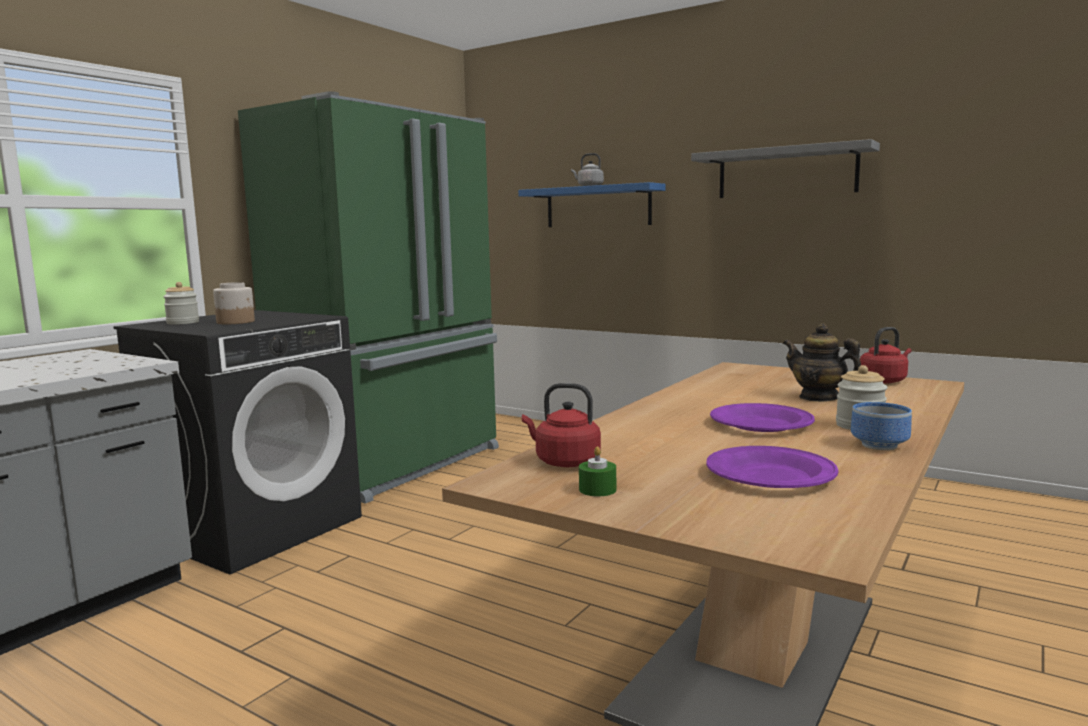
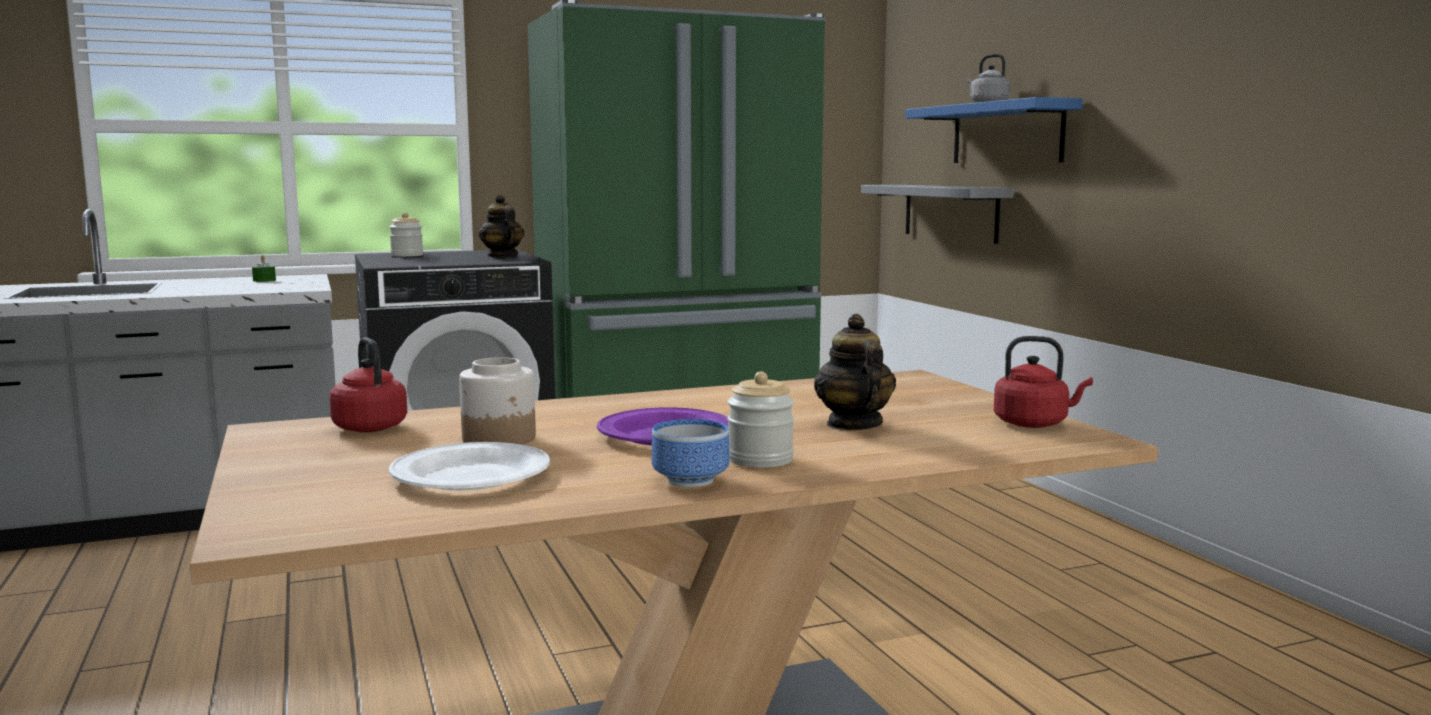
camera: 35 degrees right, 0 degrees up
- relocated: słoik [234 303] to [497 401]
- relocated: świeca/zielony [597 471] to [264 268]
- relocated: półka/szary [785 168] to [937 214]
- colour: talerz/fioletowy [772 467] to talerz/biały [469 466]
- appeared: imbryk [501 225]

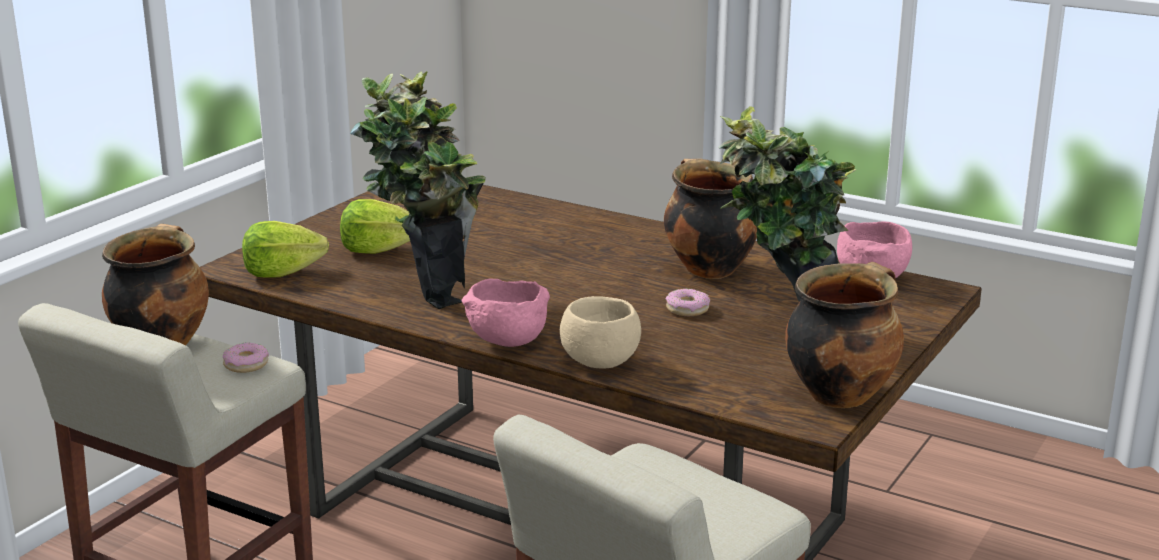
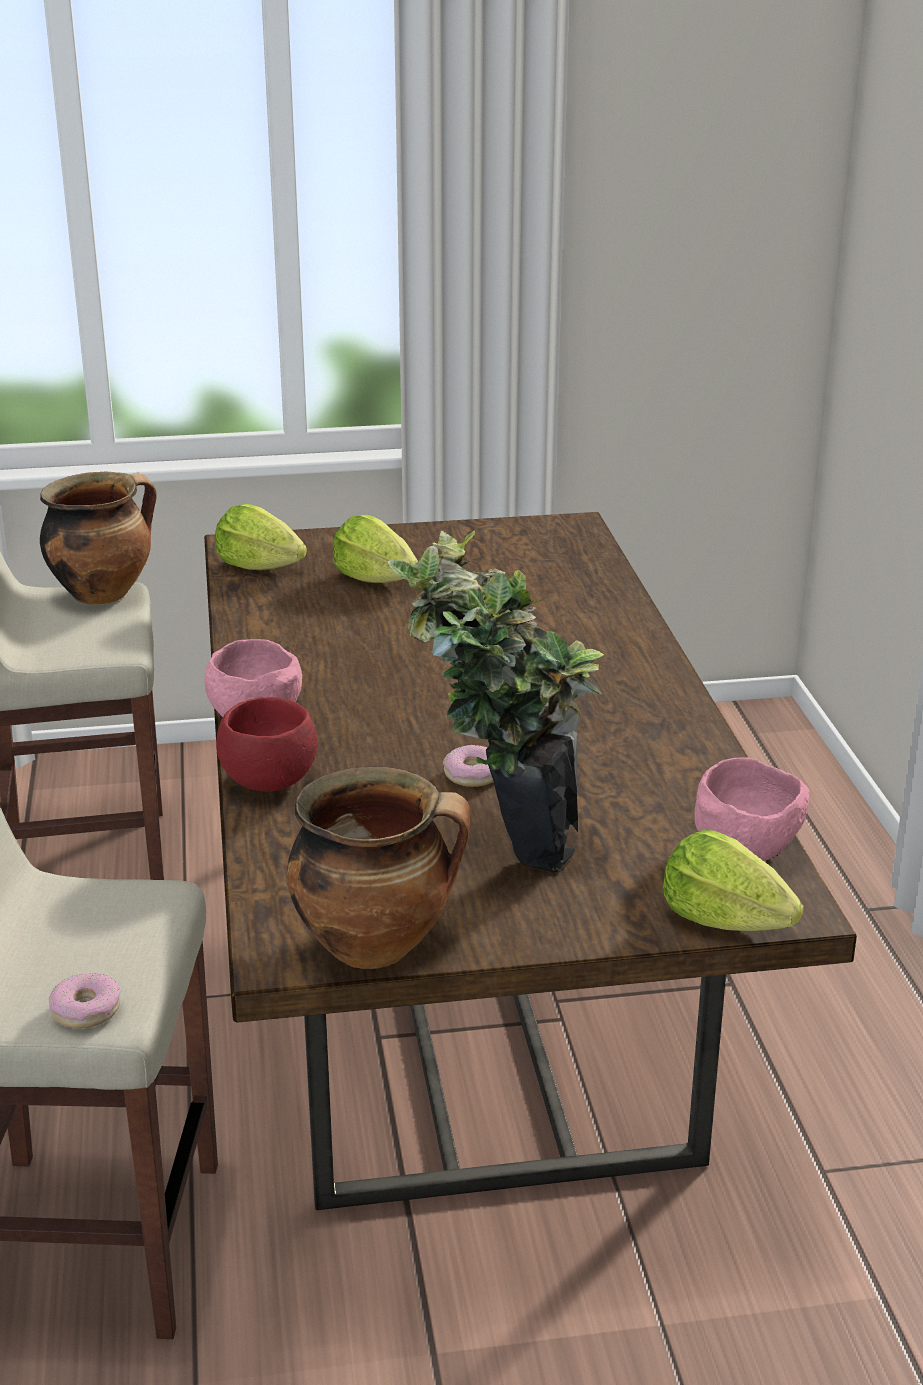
camera: 50 degrees right, 5 degrees up
- relocated: donut [246 358] to [84 1000]
- missing: roślina doniczkowa [418 190]
- colour: miska/beżowy [600 332] to miska/czerwony [267 744]
- missing: garnek [710 219]
- appeared: sałata [733 880]

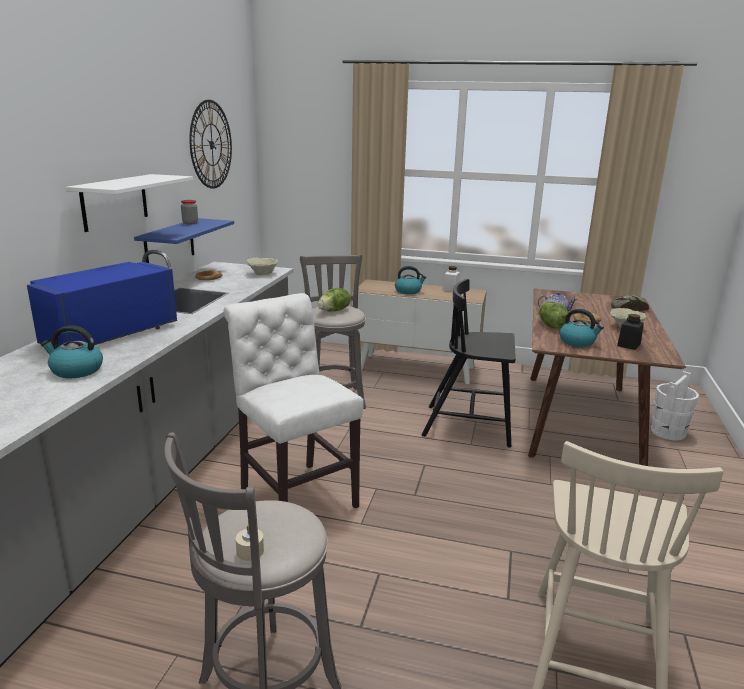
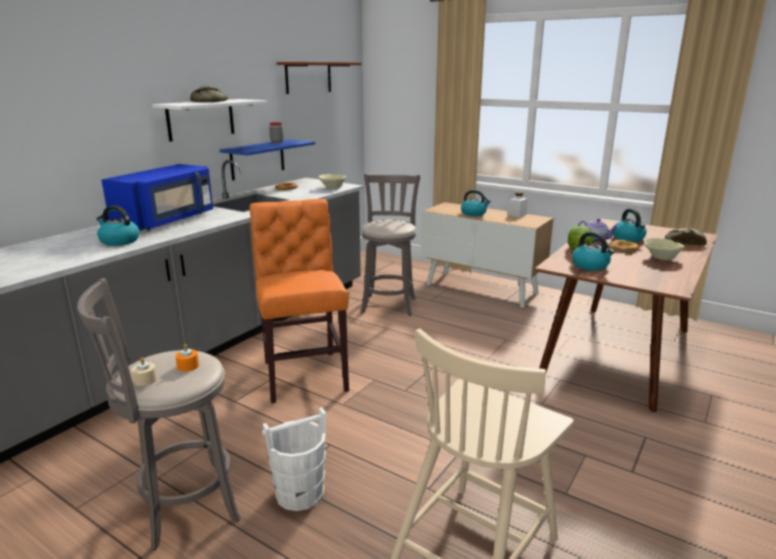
camera: 20 degrees right, 0 degrees up
- spun: mikrofalówka/niebieski [102 304] = [157 197] 150 degrees clockwise
- exchanged: zegar ścienny [210 144] to półka/brązowy [319 78]
- colour: krzesło/biały [293 400] to krzesło/pomarańczowy [299 301]
- missing: sałata [334 299]
- missing: krzesło/czarny [469 363]
- missing: słoik/czarny [630 332]
- relocated: wiadro/biały [675 406] to [294 459]
- appeared: świeca/pomarańczowy [187 358]
- appeared: chleb [209 94]
- appeared: czajnik [630 225]

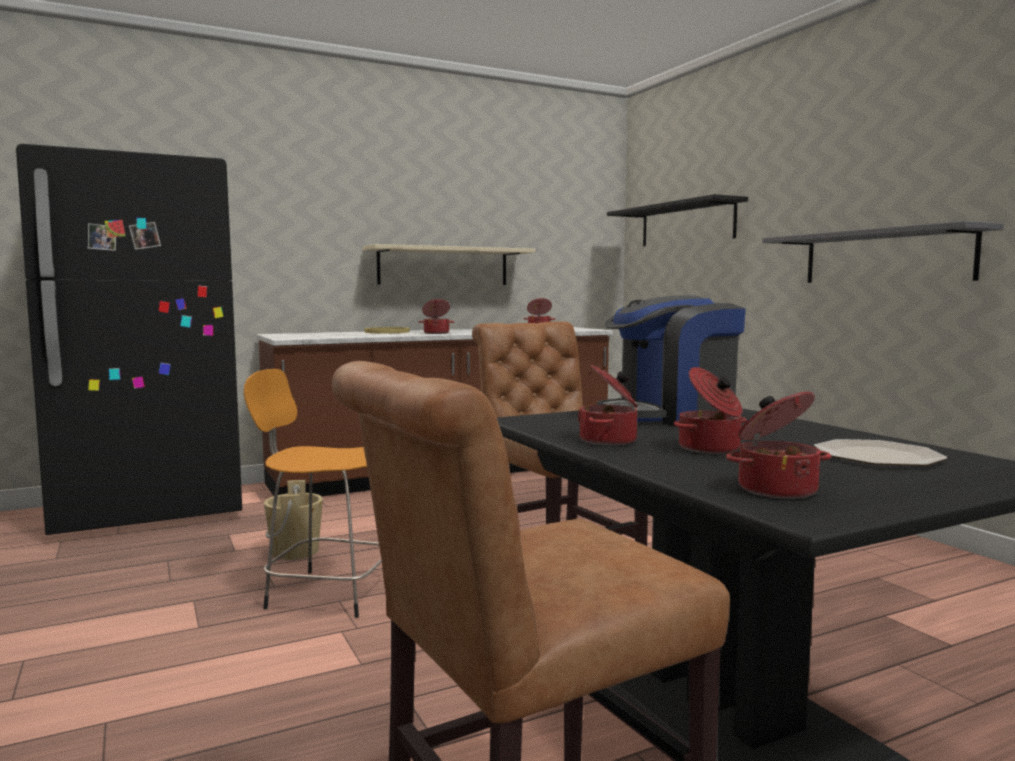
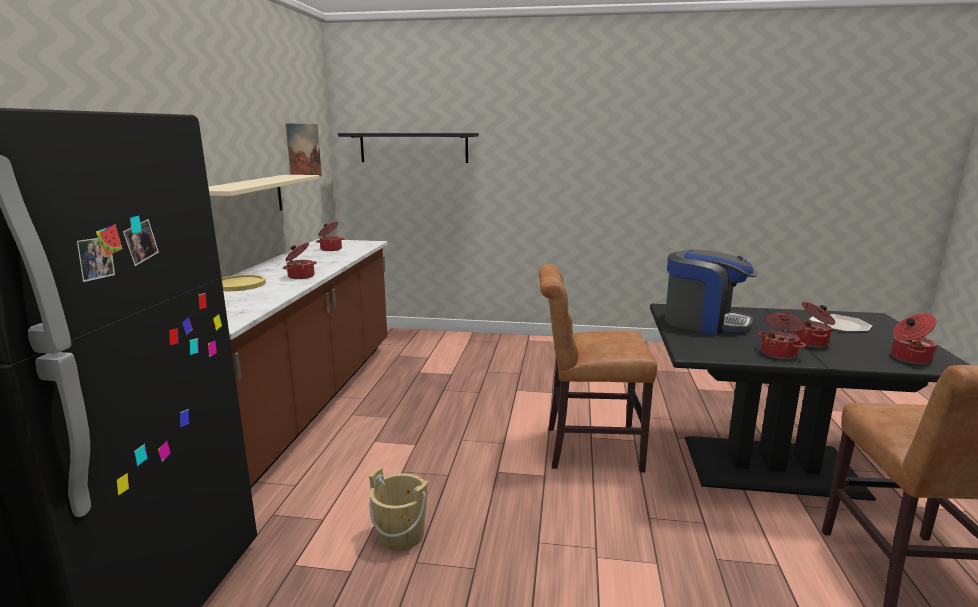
camera: 55 degrees left, 10 degrees up
- missing: stołek/pomarańczowy [313 493]
- spun: ekspres do kawy [671 360] = [711 292] 75 degrees counterclockwise
- missing: półka/szary [883 252]
- appeared: obraz [303 150]

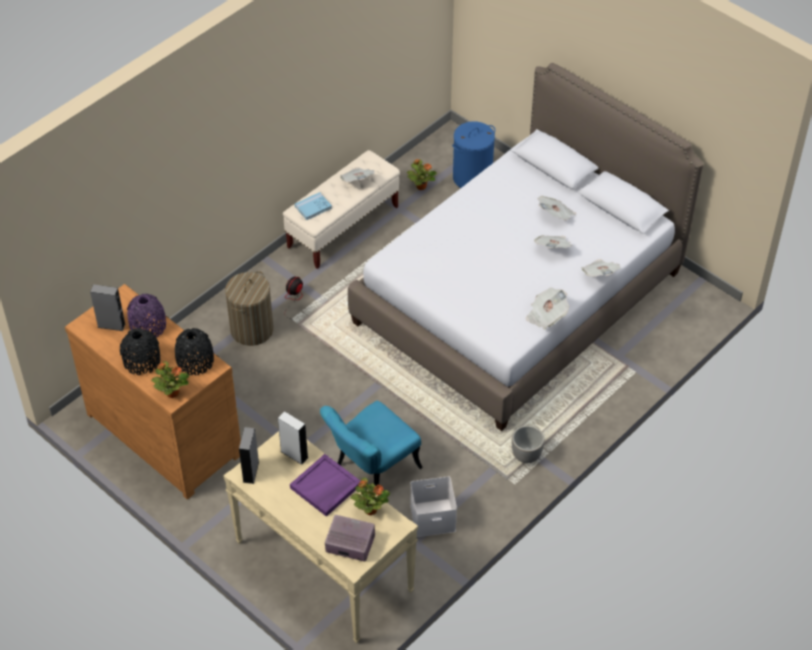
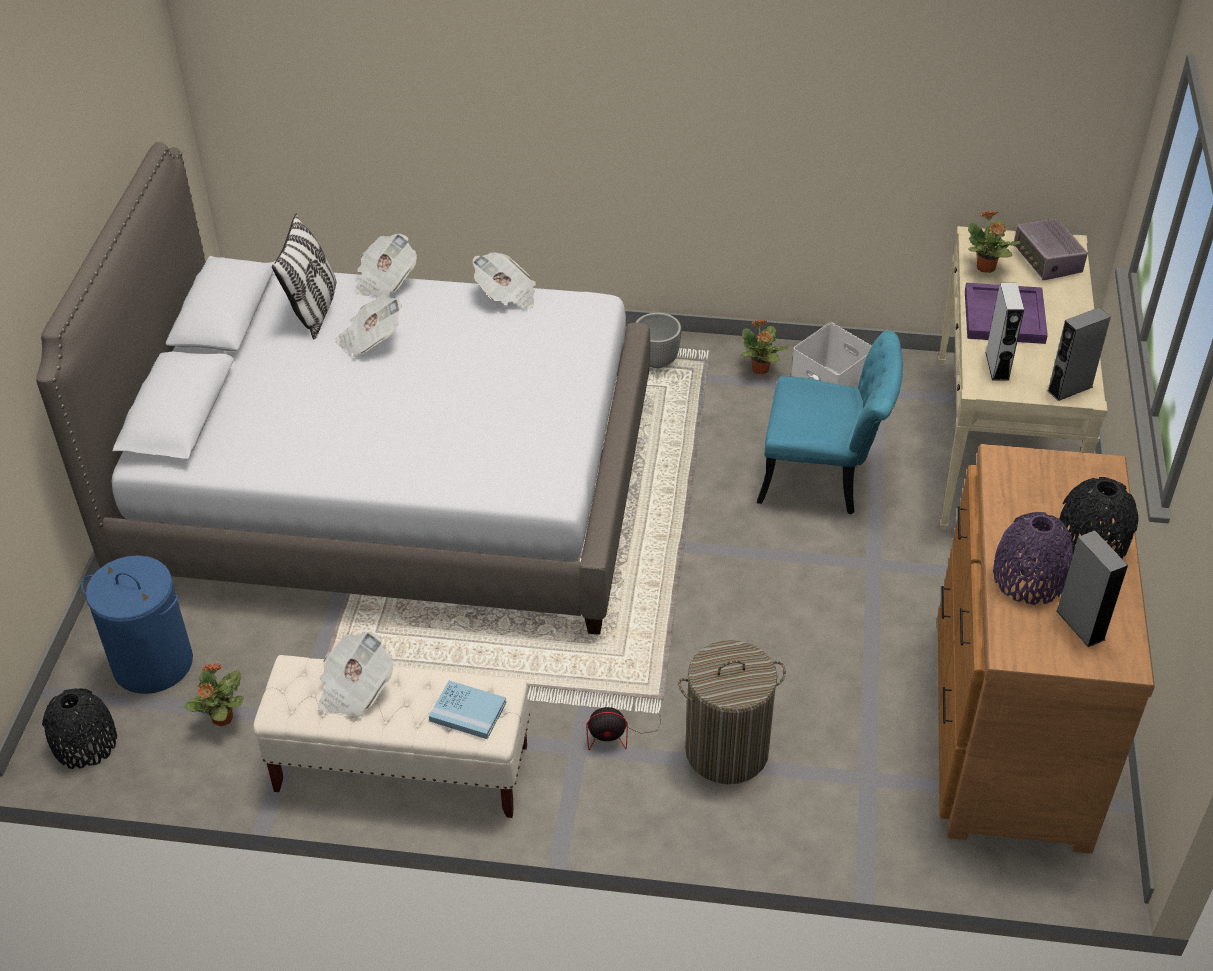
camera: 125 degrees left, 5 degrees down
- relocated: roślina doniczkowa [170 379] to [765 346]
- relocated: wazon/czarny [194 352] to [79 728]
- missing: gazeta [557 208]
- appeared: poduszka [304 276]

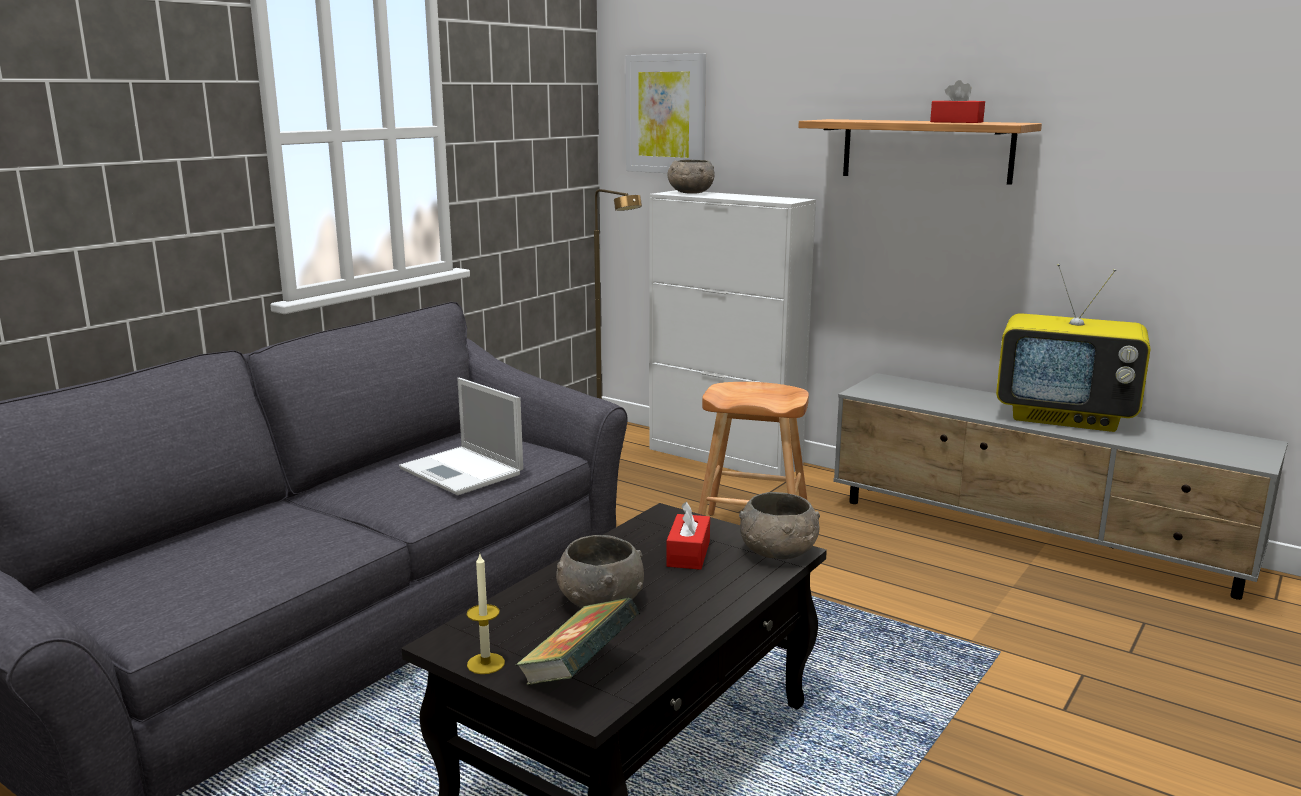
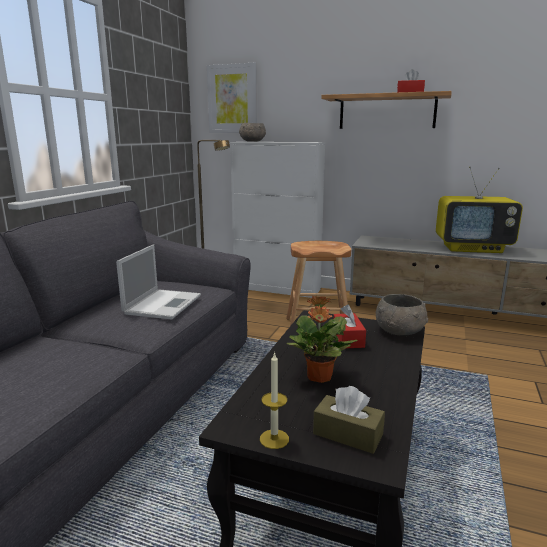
camera: 15 degrees left, 0 degrees up
- spun: laptop [461 436] = [158 282] 105 degrees counterclockwise
- exchanged: książka [577 641] to pudełko chusteczek/brązowy [349 420]
- exchanged: miska/szary [600 571] to roślina doniczkowa [322 339]

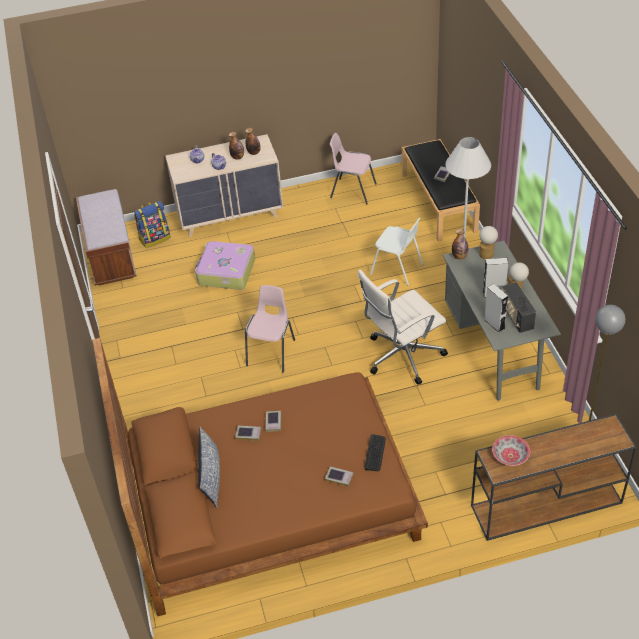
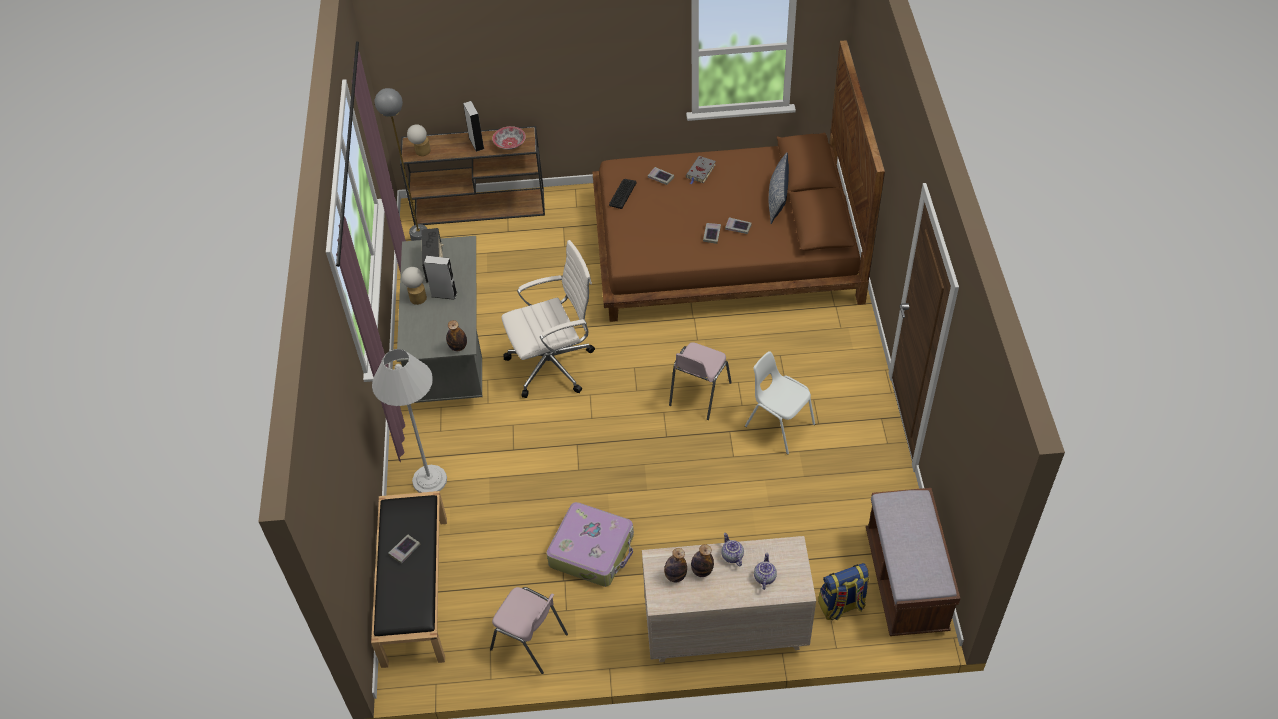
camera: 170 degrees left, 5 degrees up
- relocated: walizka [225 265] to [590 544]
- relocated: krzesło/biały [396 252] to [780 403]
- relocated: lampa stołowa [488 242] to [419 140]
- relocated: głośnik/szary [496 308] to [473 126]
- appeared: książka/szary [701 170]

